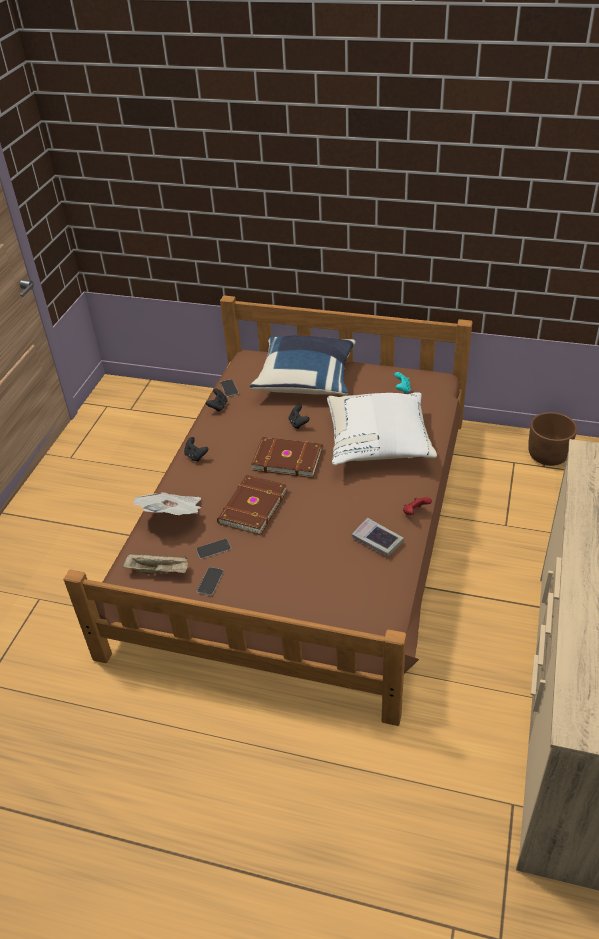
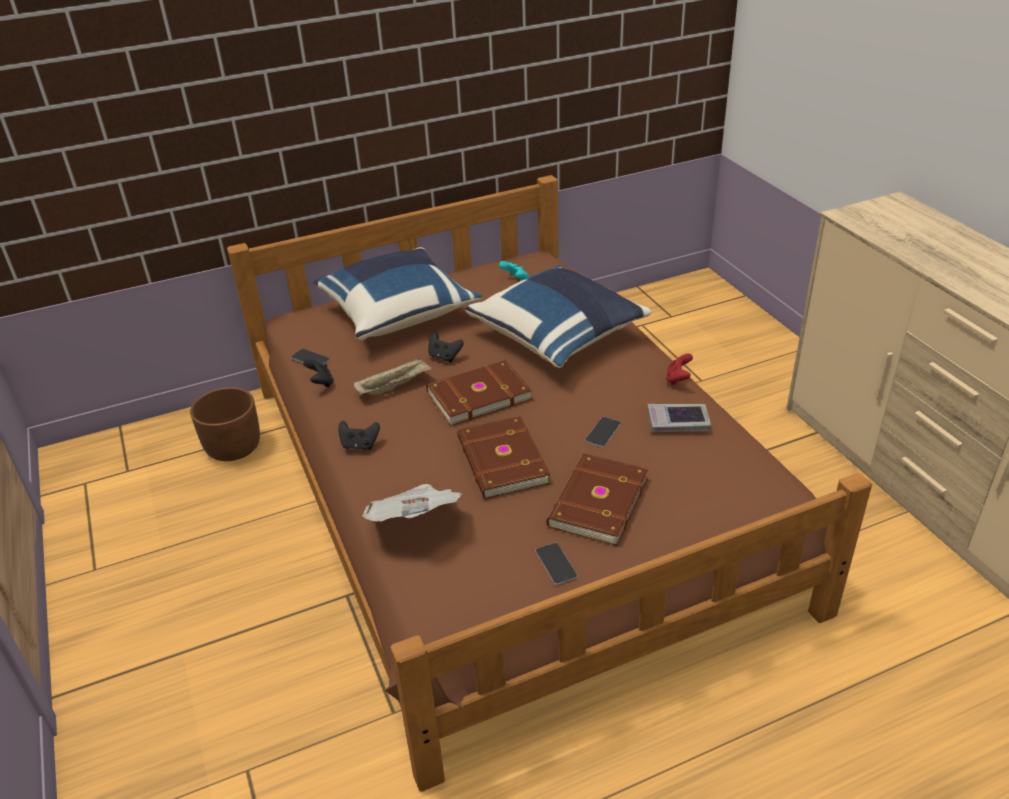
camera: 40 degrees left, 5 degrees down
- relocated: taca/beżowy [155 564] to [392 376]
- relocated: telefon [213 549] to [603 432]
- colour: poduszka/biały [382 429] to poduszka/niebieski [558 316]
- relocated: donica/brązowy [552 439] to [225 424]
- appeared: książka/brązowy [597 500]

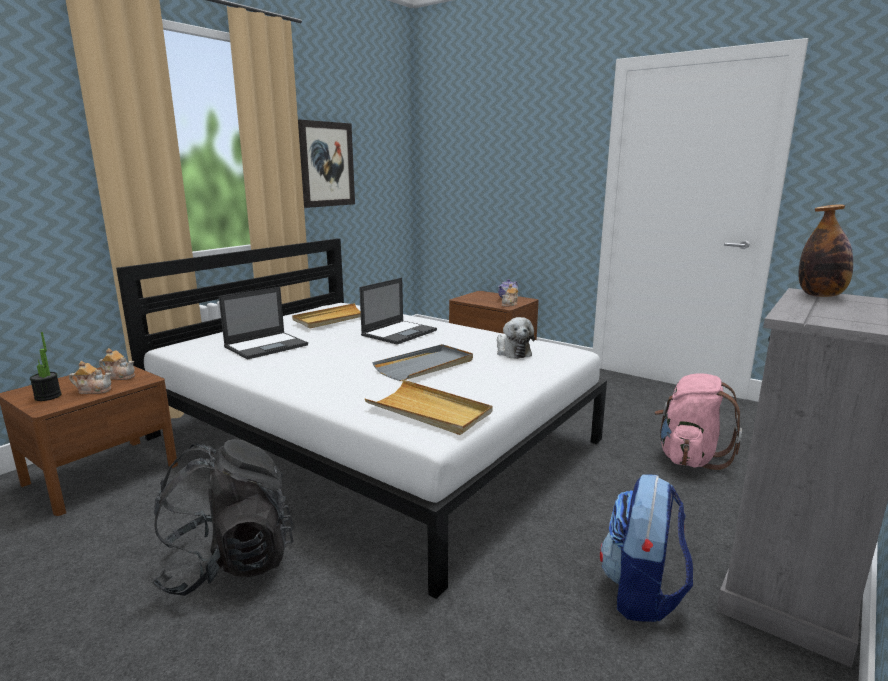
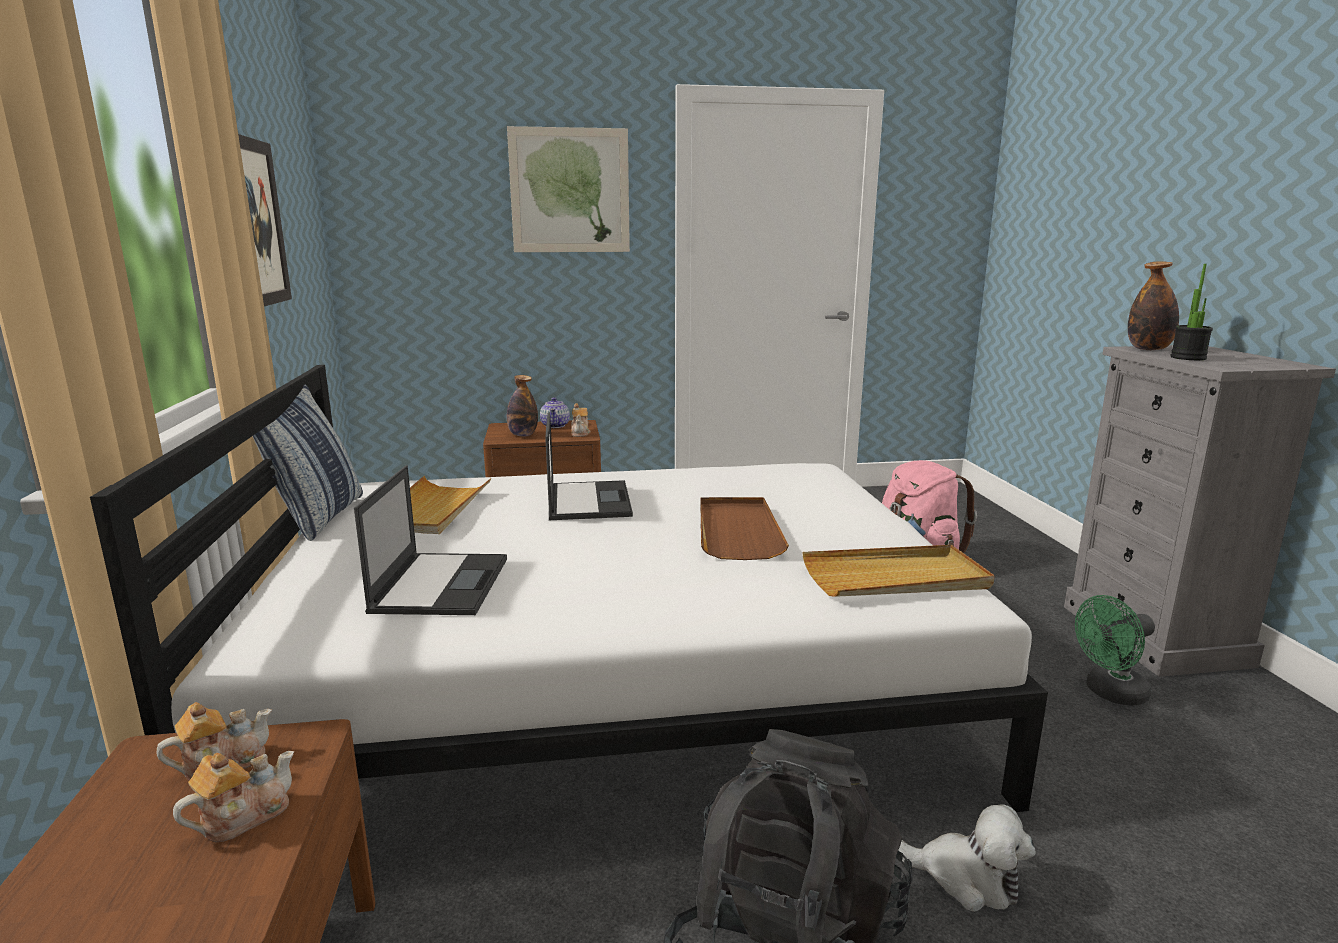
camera: 45 degrees left, 0 degrees up
- relocated: roślina doniczkowa [45 366] to [1191 312]
- colour: taca/szary [422 362] to taca/brązowy [744 528]
- relocated: pluszak [516 338] to [967 858]
- exchanged: plecak [646 548] to wentylator/zielony [1115 650]
- appeared: poduszka [308 463]
- appeared: obraz [568 189]
- appeared: butelka [522 406]

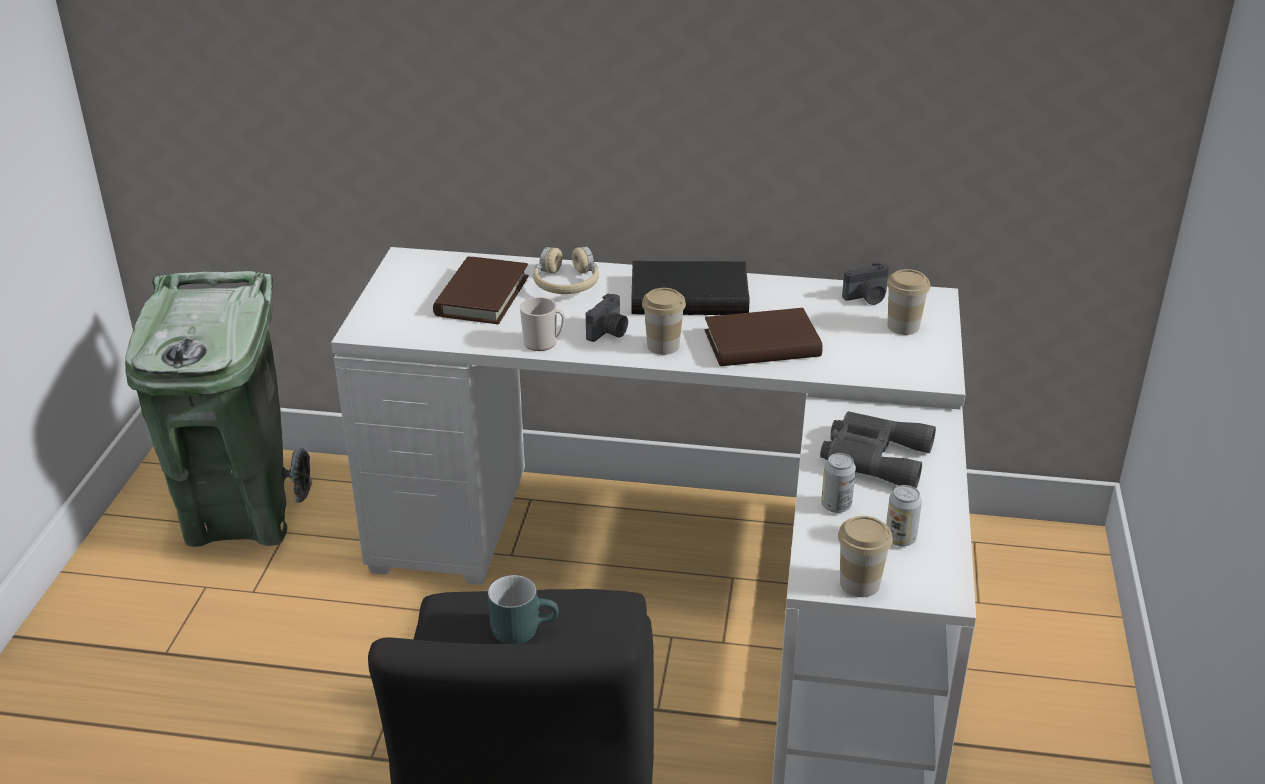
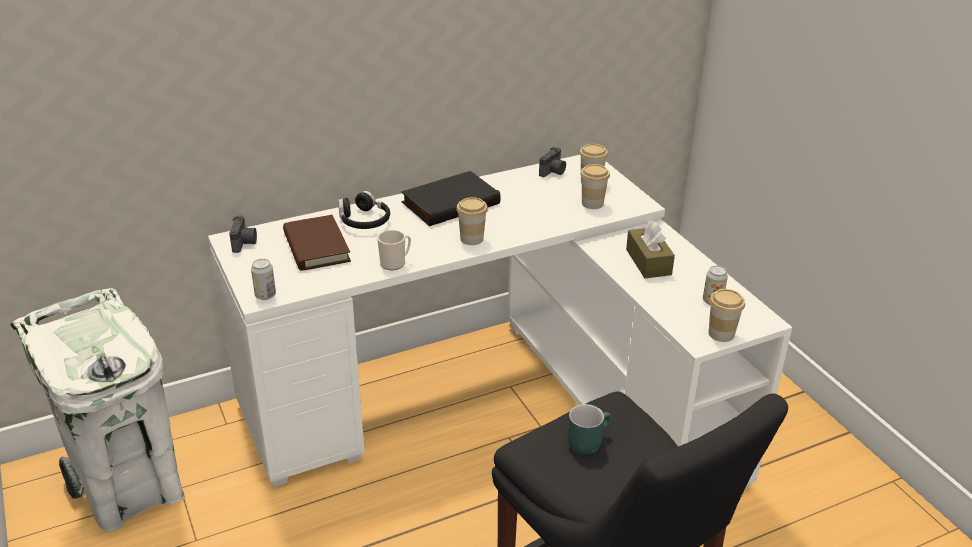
camera: 35 degrees left, 0 degrees up
- colour: kosz na śmieci/zielony [218 409] to kosz na śmieci/biały [97 410]
- colour: słuchawki/beżowy [566 270] to słuchawki/czarny [364 210]
- relocated: aparat fotograficzny [607 317] to [243 234]
- missing: książka/brązowy [763 337]
- exchanged: lornetka/szary [878 450] to pudełko chusteczek/brązowy [650 249]
- relocated: puszka [838 483] to [263 279]
- appeared: filiżanka [595 186]

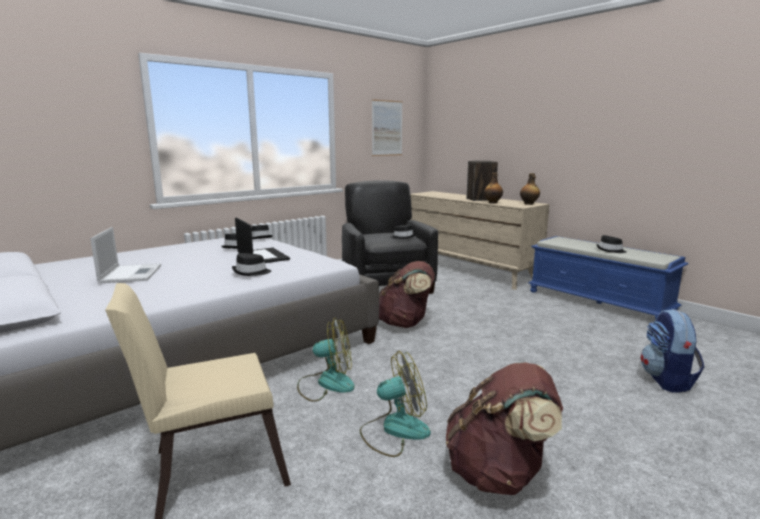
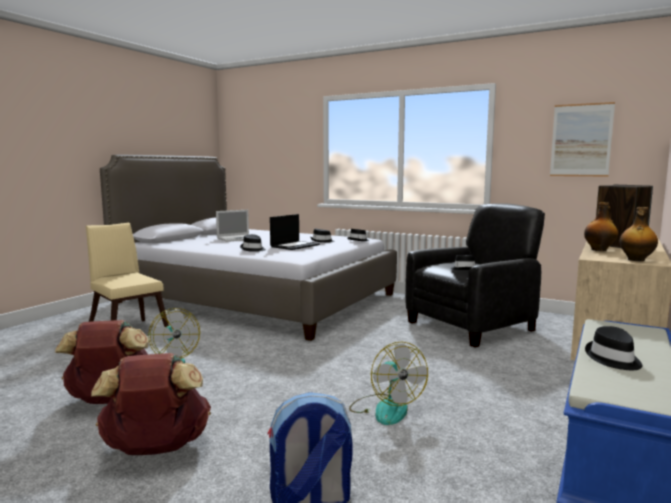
camera: 70 degrees right, 5 degrees down
- relocated: wentylator [326 360] to [388 383]
- relocated: plecak/brązowy [407 294] to [151 404]

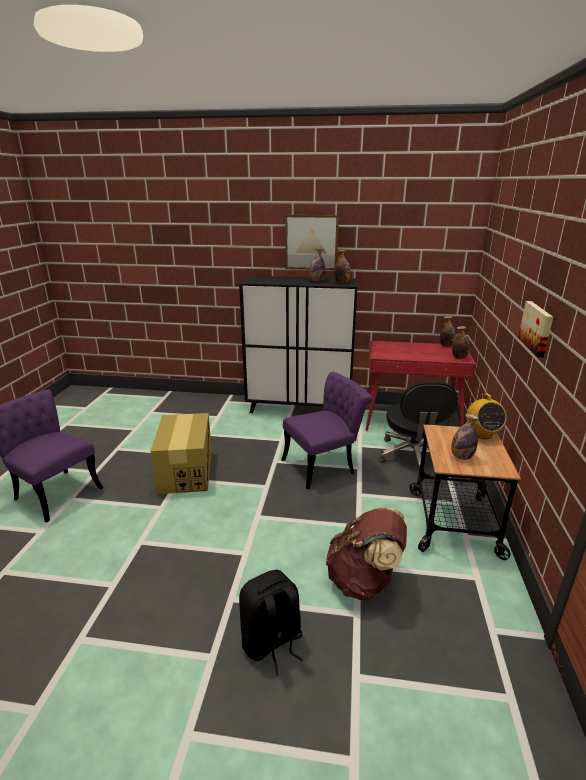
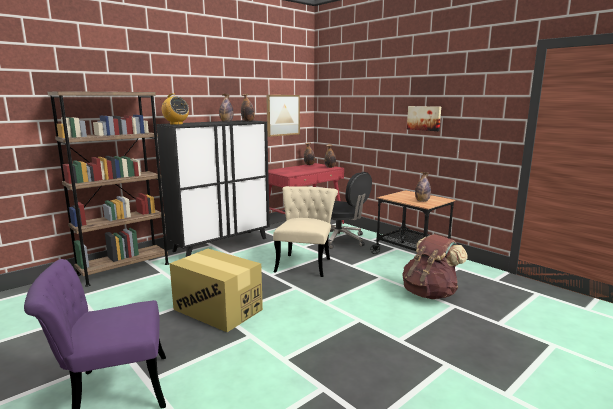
camera: 50 degrees left, 10 degrees down
- missing: plecak/czarny [271 623]
- colour: krzesło/fioletowy [327 431] to krzesło/beżowy [305 231]
- relocated: obraz [312 242] to [283 116]
- relocated: radio [486 416] to [175 109]
- appeared: regał/brązowy [108 189]

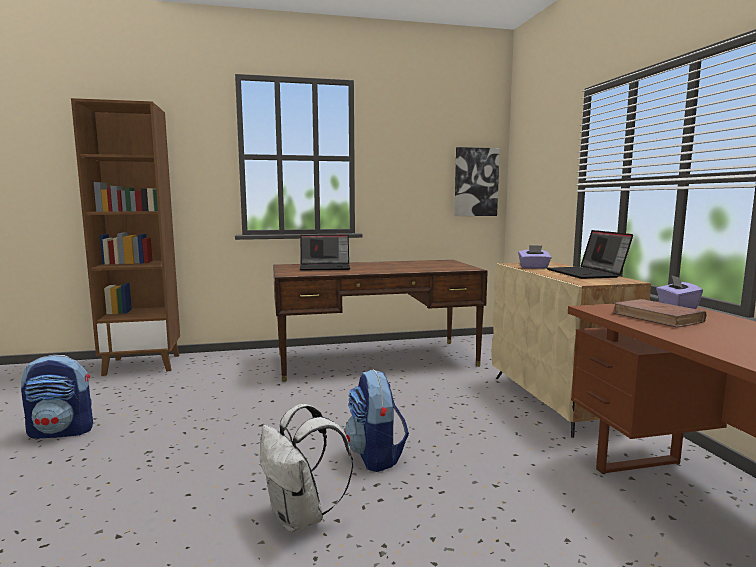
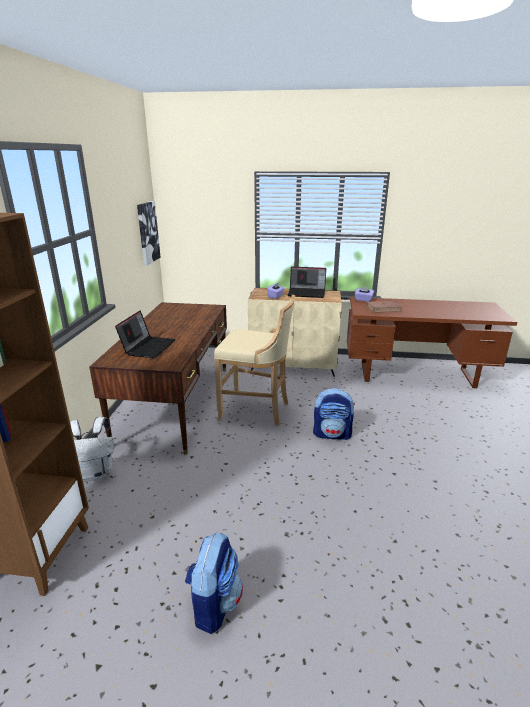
camera: 70 degrees left, 15 degrees up
- relocated: plecak/biały [306 468] to [92 449]
- appeared: stołek/beżowy [254 360]

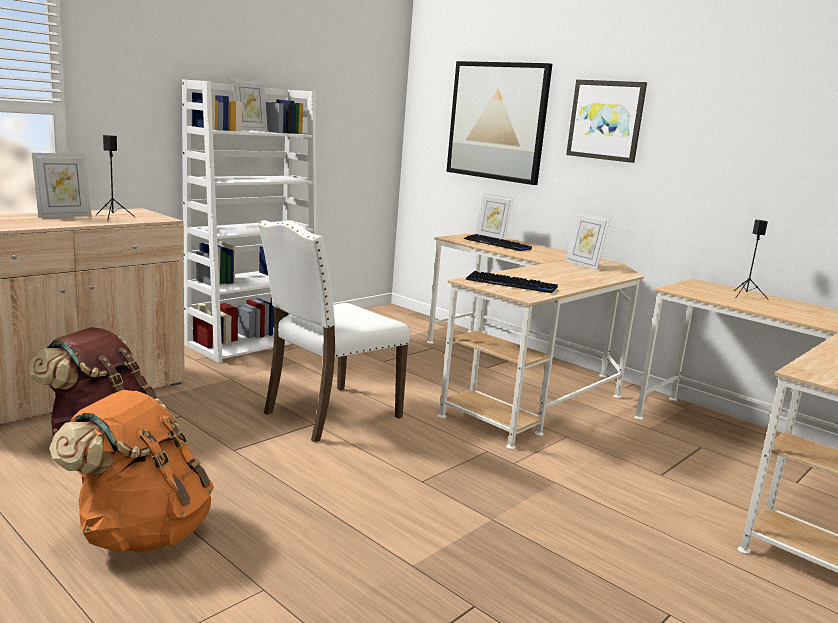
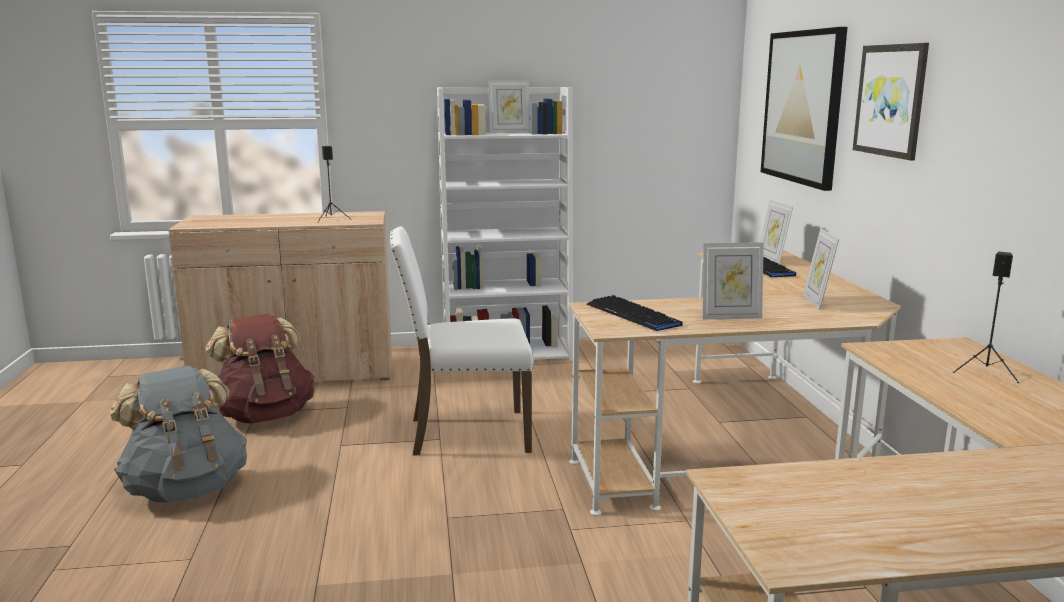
camera: 40 degrees right, 0 degrees up
- relocated: ramka na zdjęcie [61 185] to [733 280]
- colour: plecak/pomarańczowy [131 471] to plecak/szary [178 434]

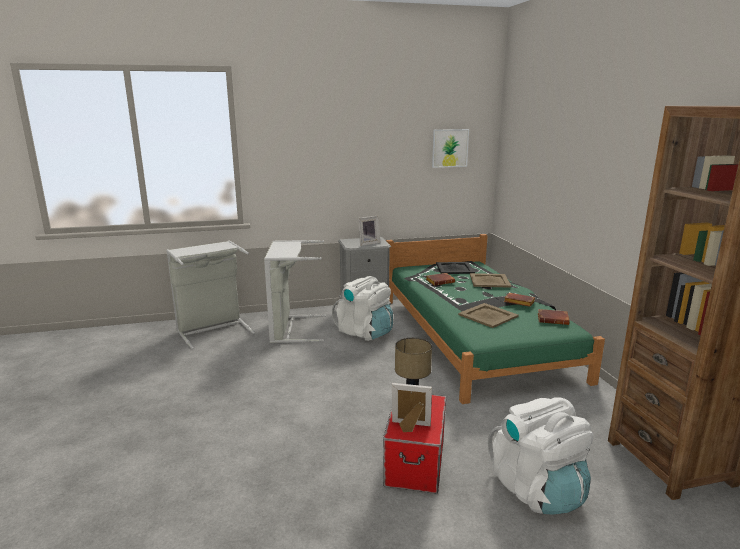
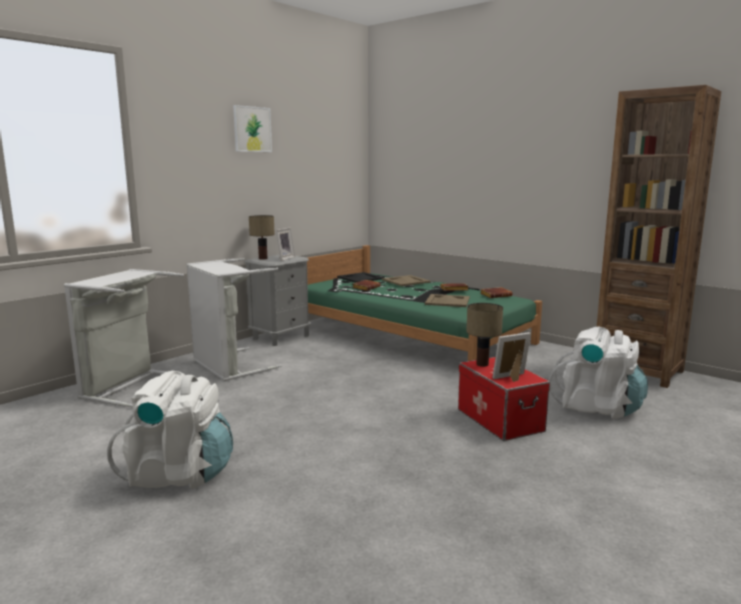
camera: 35 degrees left, 5 degrees down
- relocated: plecak/biały [362 308] to [170 430]
- relocated: obraz [450 148] to [252 128]
- appeared: lampa stołowa [262 237]

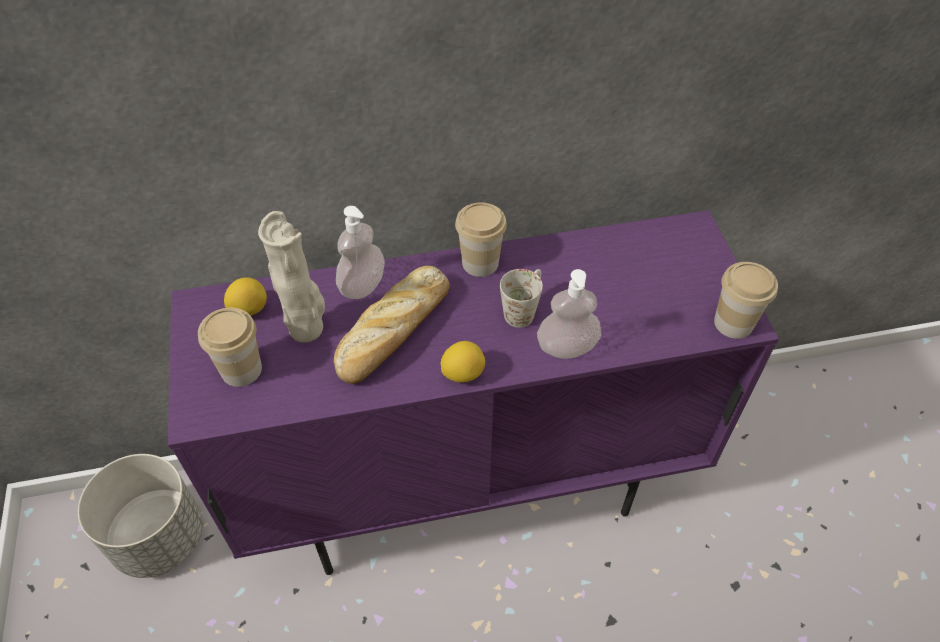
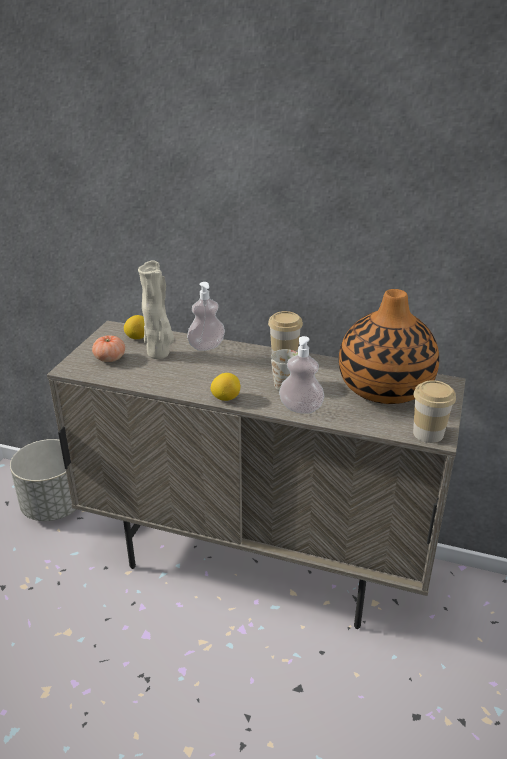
camera: 30 degrees right, 20 degrees down
- colour: szafka/fioletowy [473 392] to szafka/beżowy [256 475]
- exchanged: filiżanka [230 347] to pomidor [108 348]
- missing: chleb [392 325]
- appeared: wazon [389 346]

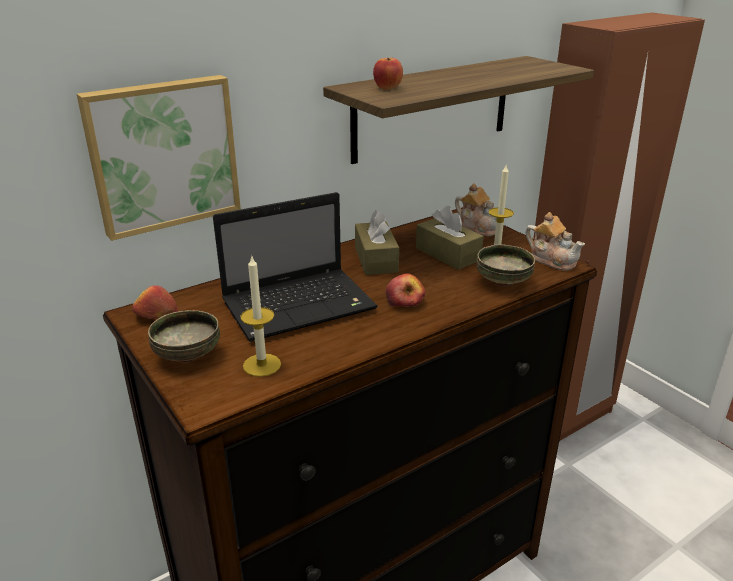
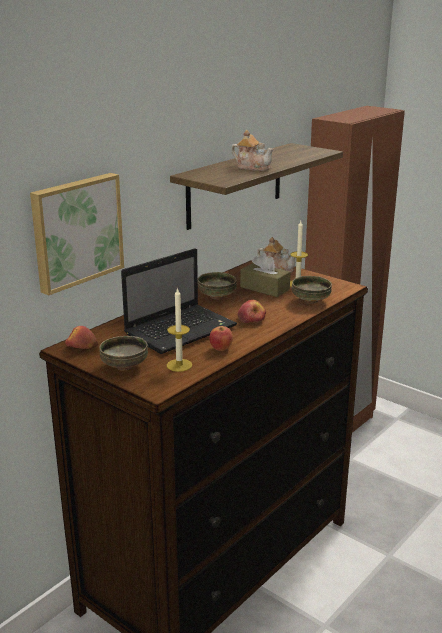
camera: 15 degrees left, 5 degrees down
- exchanged: pudełko chusteczek/brązowy [377 242] to miska [217 286]
- relocated: jabłko [388 74] to [221 338]
- relocated: imbryk [555 241] to [252 150]

